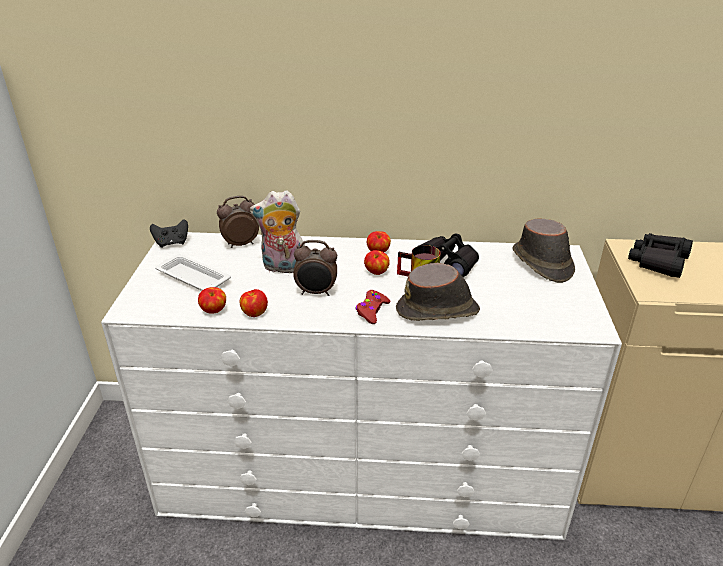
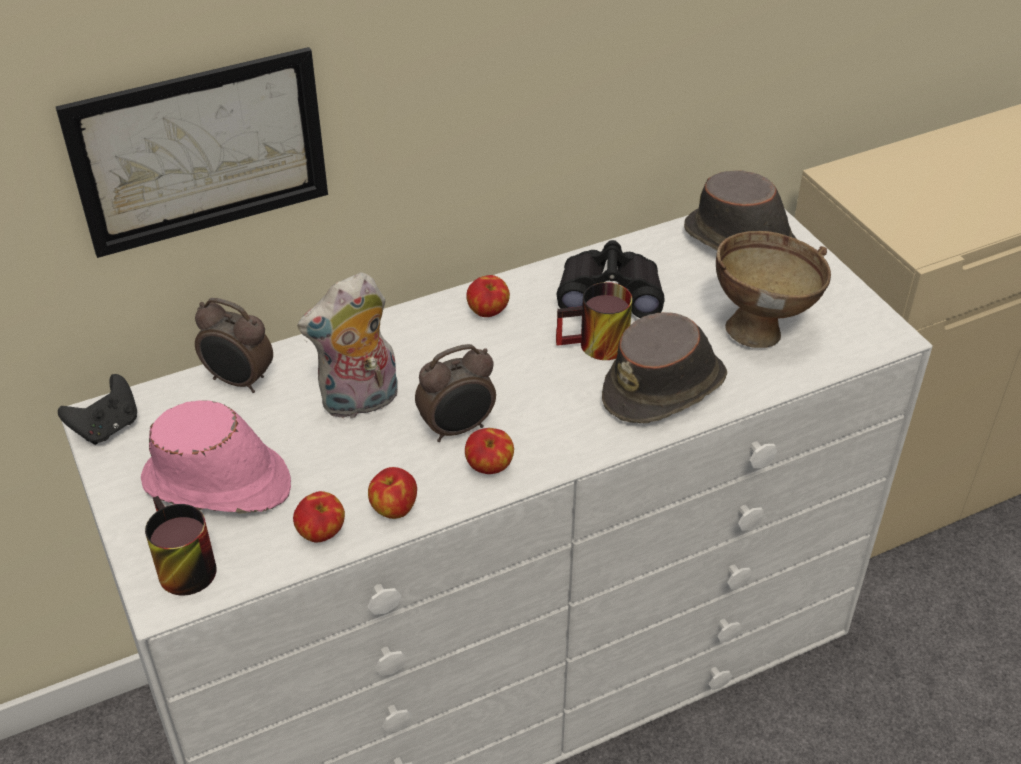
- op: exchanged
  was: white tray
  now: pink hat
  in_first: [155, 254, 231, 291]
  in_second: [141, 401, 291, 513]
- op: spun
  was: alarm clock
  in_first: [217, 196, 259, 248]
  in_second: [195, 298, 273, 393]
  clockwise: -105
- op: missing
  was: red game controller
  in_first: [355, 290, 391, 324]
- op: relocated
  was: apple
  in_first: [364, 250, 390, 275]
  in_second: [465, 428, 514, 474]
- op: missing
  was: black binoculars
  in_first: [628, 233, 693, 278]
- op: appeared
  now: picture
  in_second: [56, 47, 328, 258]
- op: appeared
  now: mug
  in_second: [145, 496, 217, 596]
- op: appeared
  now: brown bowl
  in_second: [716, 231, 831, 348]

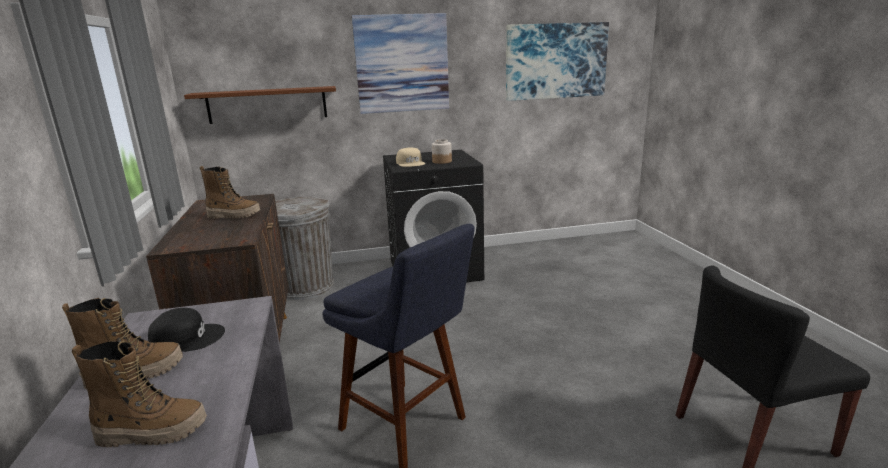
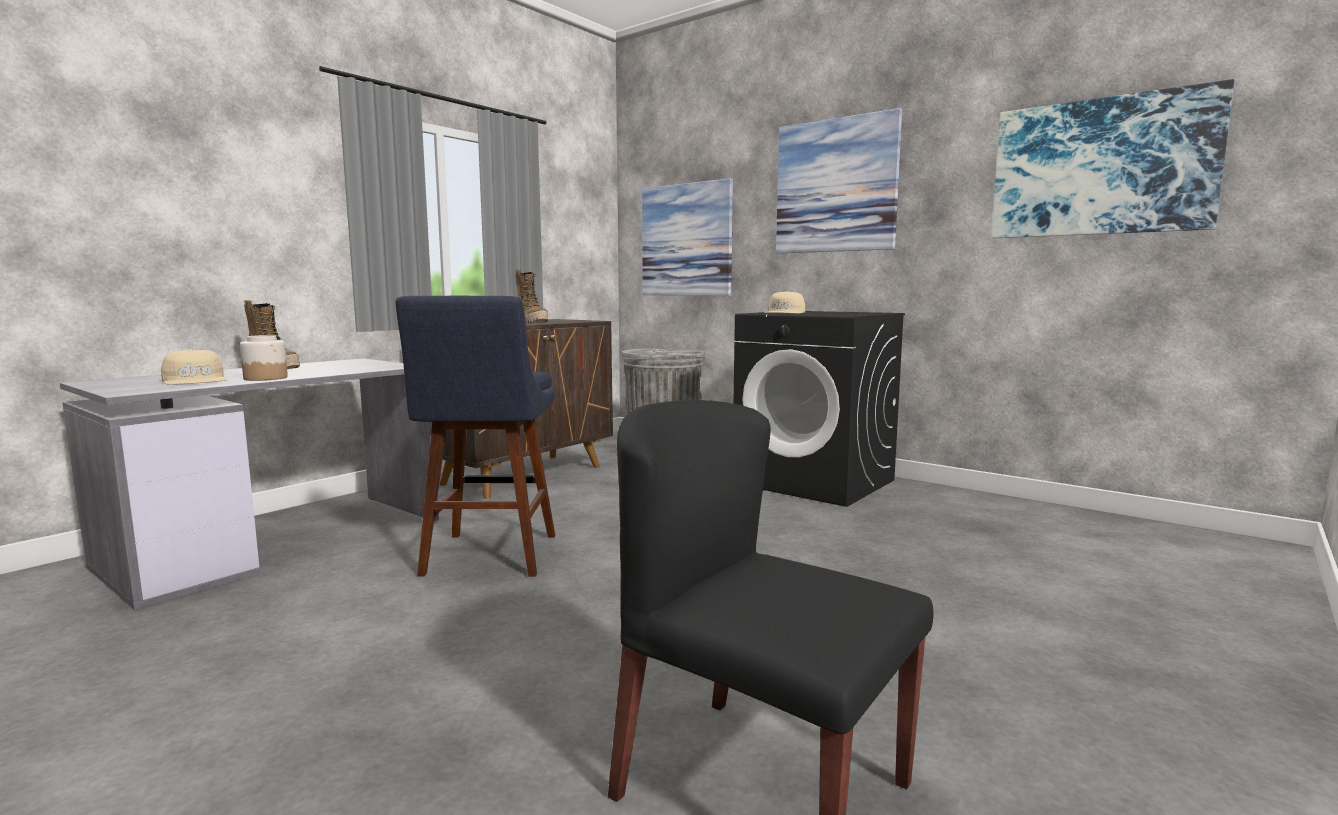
- op: exchanged
  was: boot
  now: beige cap
  in_first: [72, 340, 207, 447]
  in_second: [161, 349, 228, 385]
- op: missing
  was: black cap
  in_first: [148, 308, 225, 352]
- op: exchanged
  was: brown shelf
  now: picture
  in_first: [184, 86, 336, 124]
  in_second: [642, 178, 733, 296]
- op: relocated
  was: jar
  in_first: [432, 139, 452, 164]
  in_second: [240, 335, 288, 381]

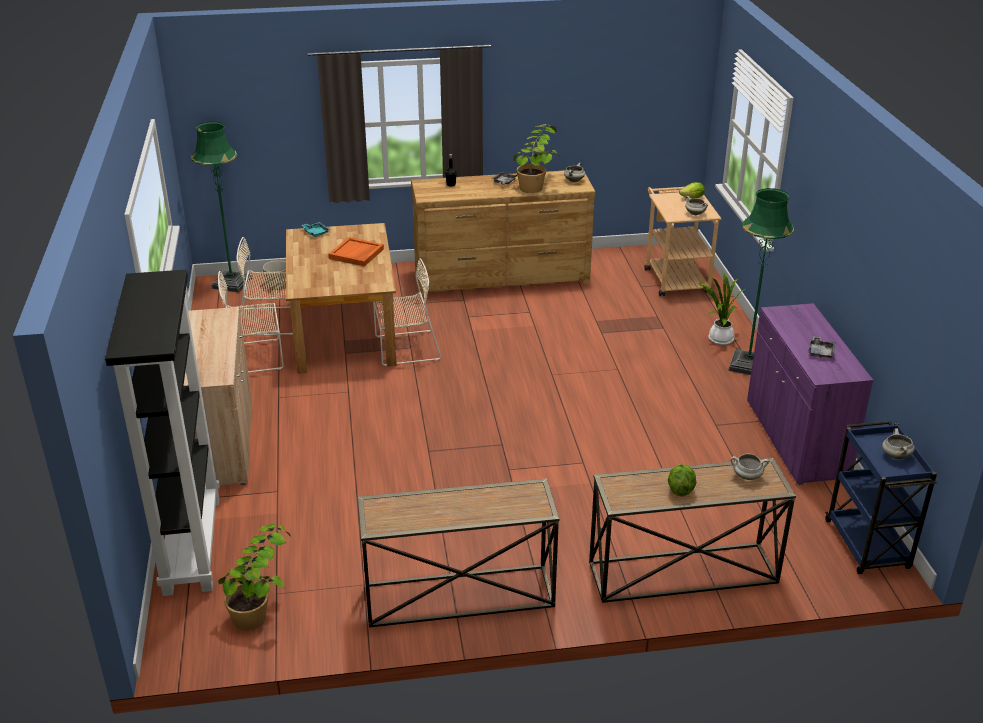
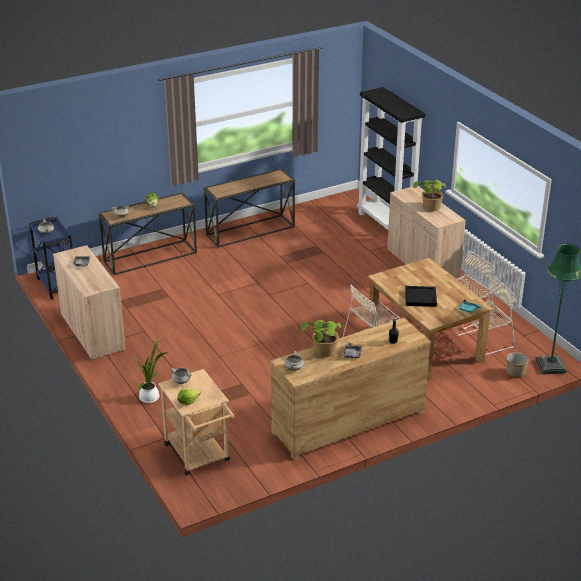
- op: relocated
  was: potted plant
  in_first: [218, 524, 291, 631]
  in_second: [413, 180, 446, 211]
- op: colour
  was: orange tray
  now: black tray
  in_first: [328, 237, 384, 267]
  in_second: [405, 286, 437, 307]
- op: missing
  was: green floor lamp
  in_first: [729, 188, 794, 375]
- op: colour
  was: purple cabinet
  now: beige cabinet
  in_first: [747, 303, 873, 485]
  in_second: [53, 245, 126, 360]

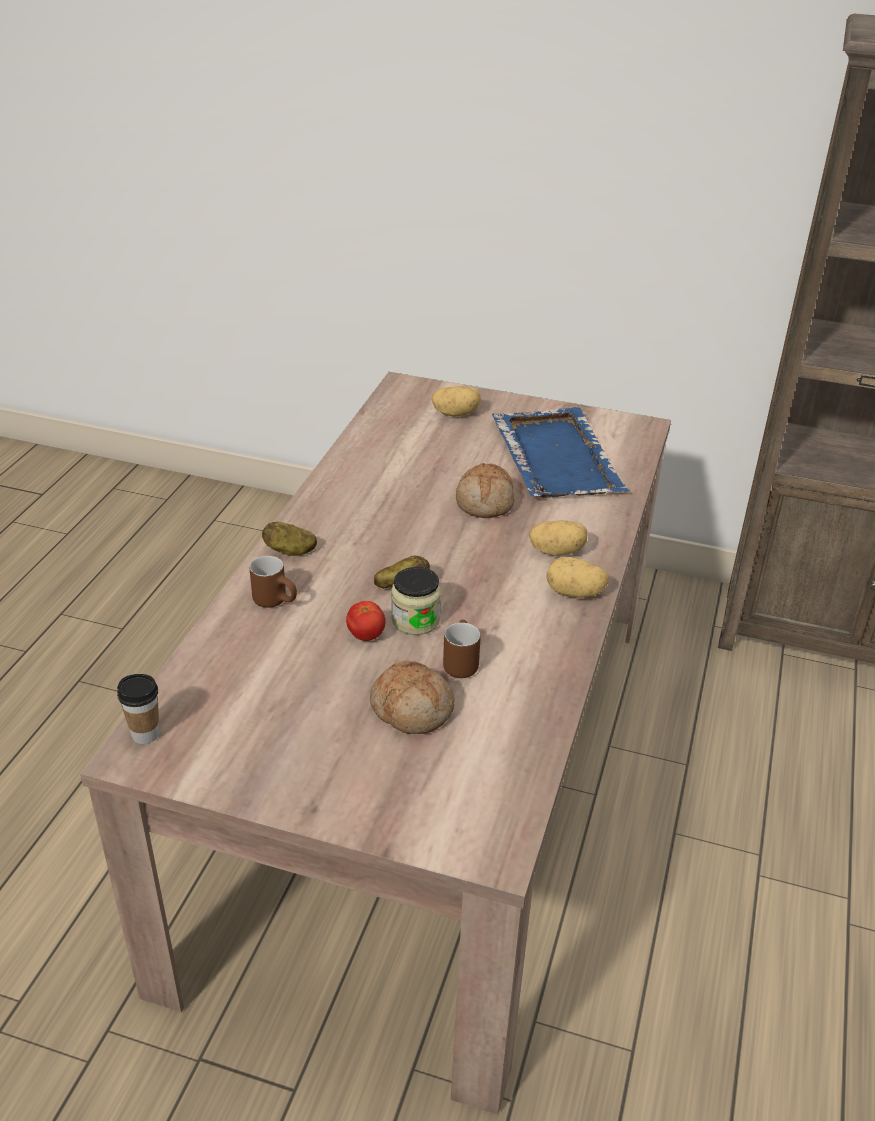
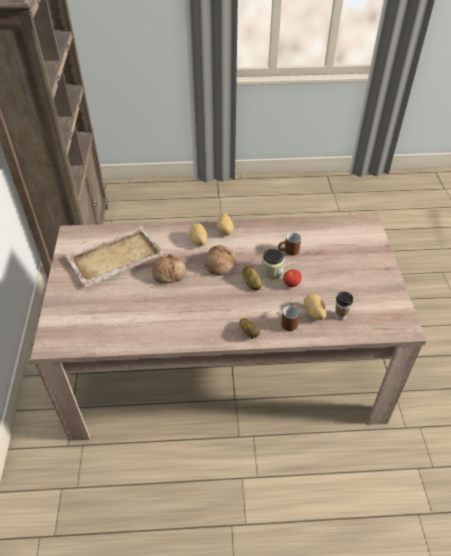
- op: relocated
  was: cup
  in_first: [117, 674, 159, 744]
  in_second: [335, 292, 353, 320]
- op: relocated
  was: bread
  in_first: [370, 661, 455, 734]
  in_second: [204, 245, 236, 276]
- op: relocated
  was: potato
  in_first: [432, 386, 481, 417]
  in_second: [304, 294, 326, 320]
- op: colour
  was: blue tray
  now: beige tray
  in_first: [492, 407, 629, 498]
  in_second: [65, 226, 164, 287]

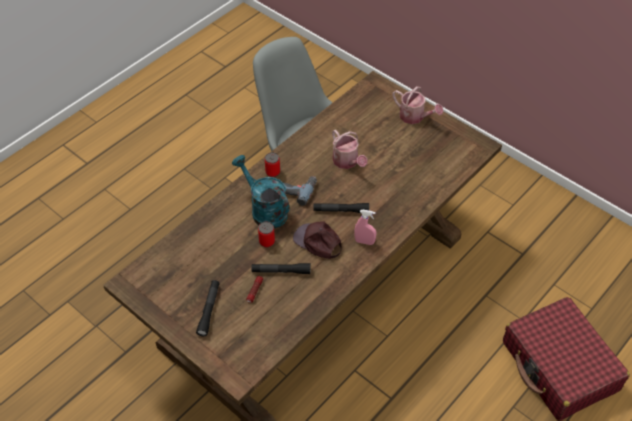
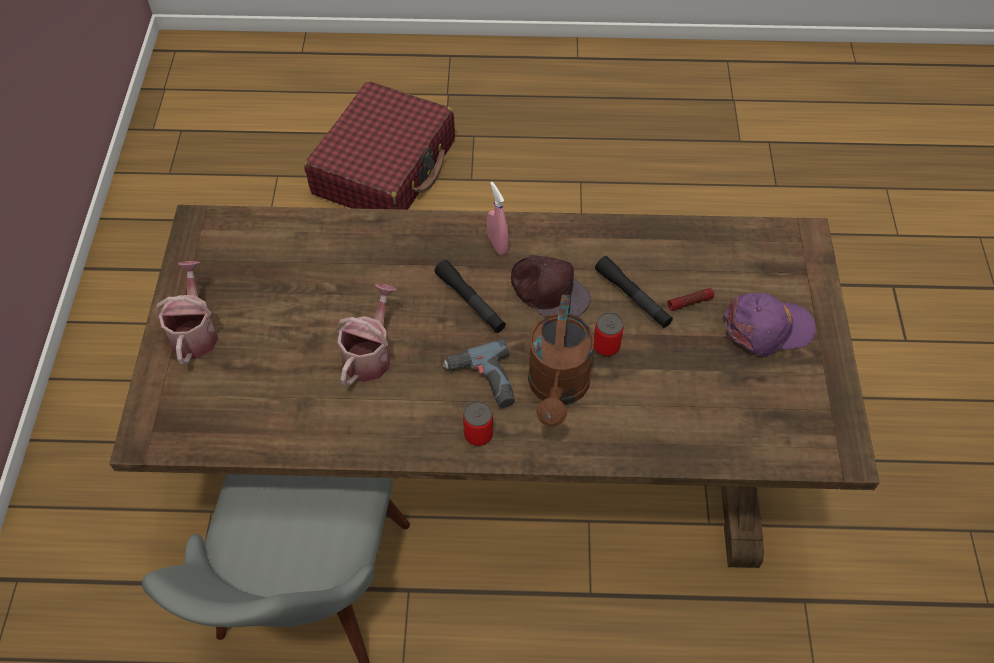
- op: exchanged
  was: black flashlight
  now: purple cap
  in_first: [196, 280, 220, 336]
  in_second: [723, 293, 816, 356]
- op: colour
  was: turquoise watering can
  now: brown watering can
  in_first: [232, 155, 290, 228]
  in_second: [528, 294, 594, 427]
- op: spun
  was: brown cap
  in_first: [293, 221, 342, 259]
  in_second: [511, 255, 591, 317]
  clockwise: -45

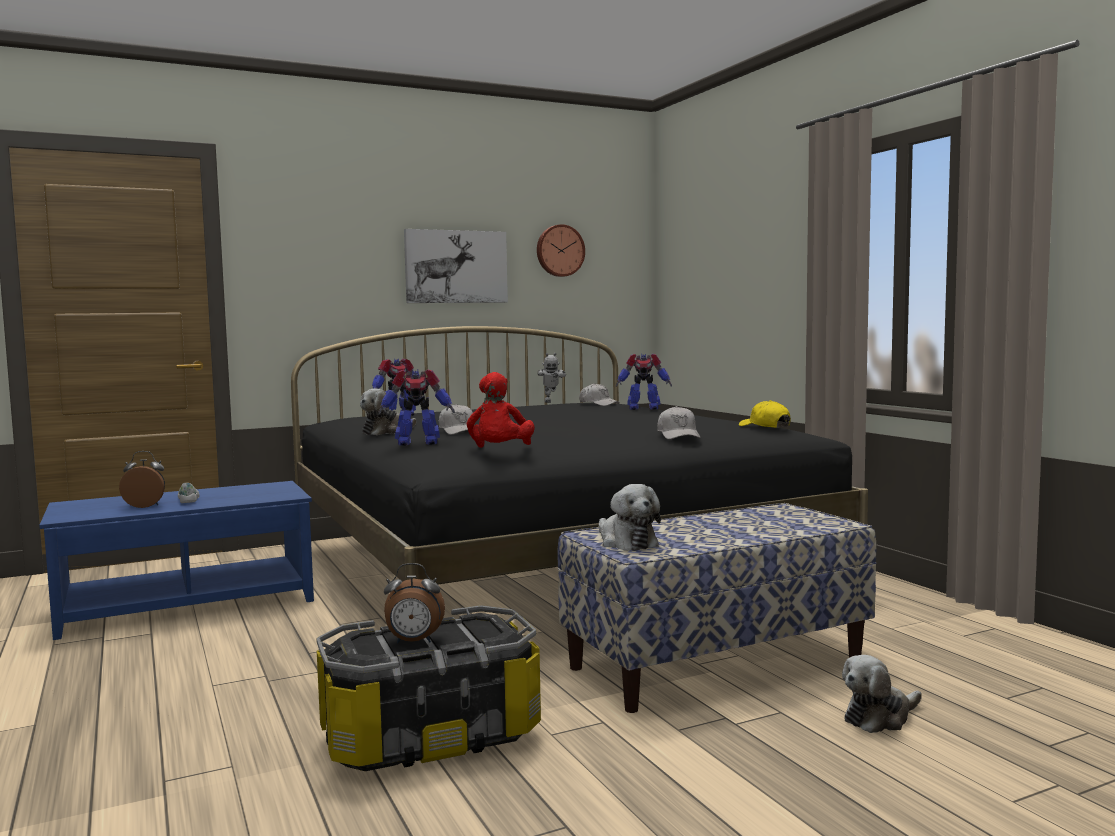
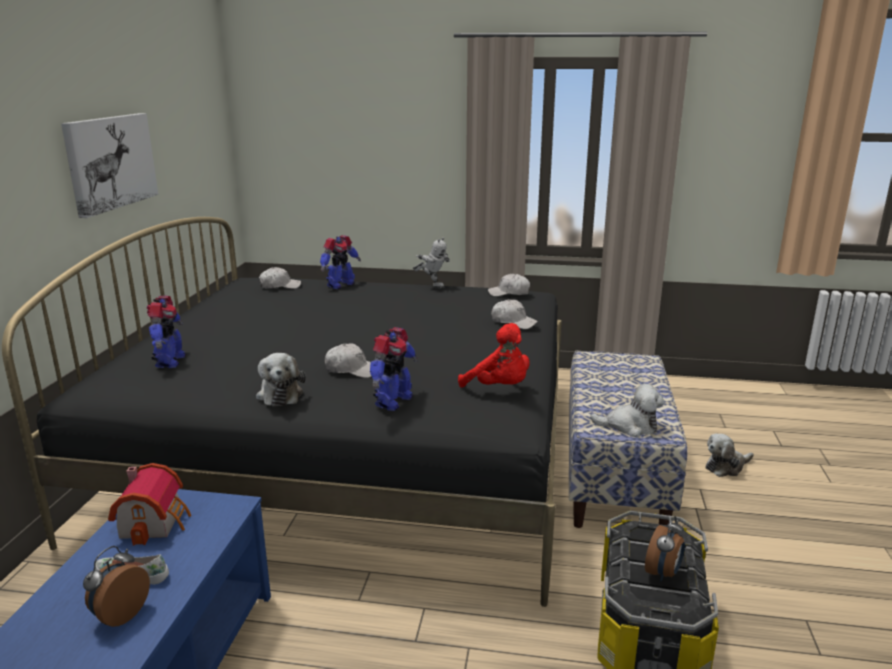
- op: missing
  was: wall clock
  in_first: [537, 224, 585, 277]
- op: relocated
  was: toy robot
  in_first: [537, 353, 566, 403]
  in_second: [413, 237, 450, 288]
- op: colour
  was: yellow cap
  now: white cap
  in_first: [739, 400, 791, 428]
  in_second: [488, 273, 530, 296]
- op: spun
  was: plush toy
  in_first: [842, 655, 922, 733]
  in_second: [705, 433, 753, 477]
  clockwise: 60
- op: appeared
  now: toy house
  in_second: [108, 463, 191, 546]

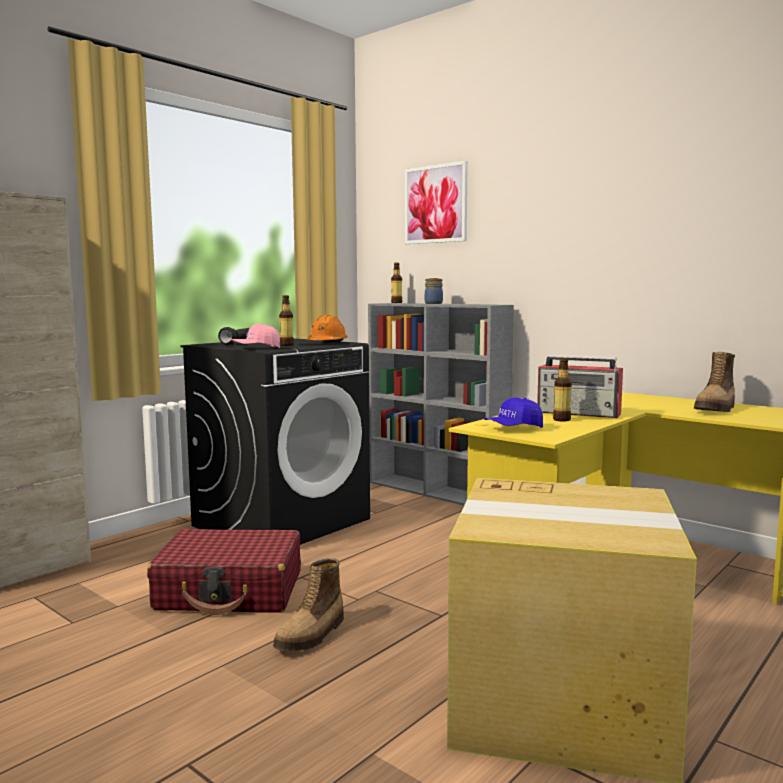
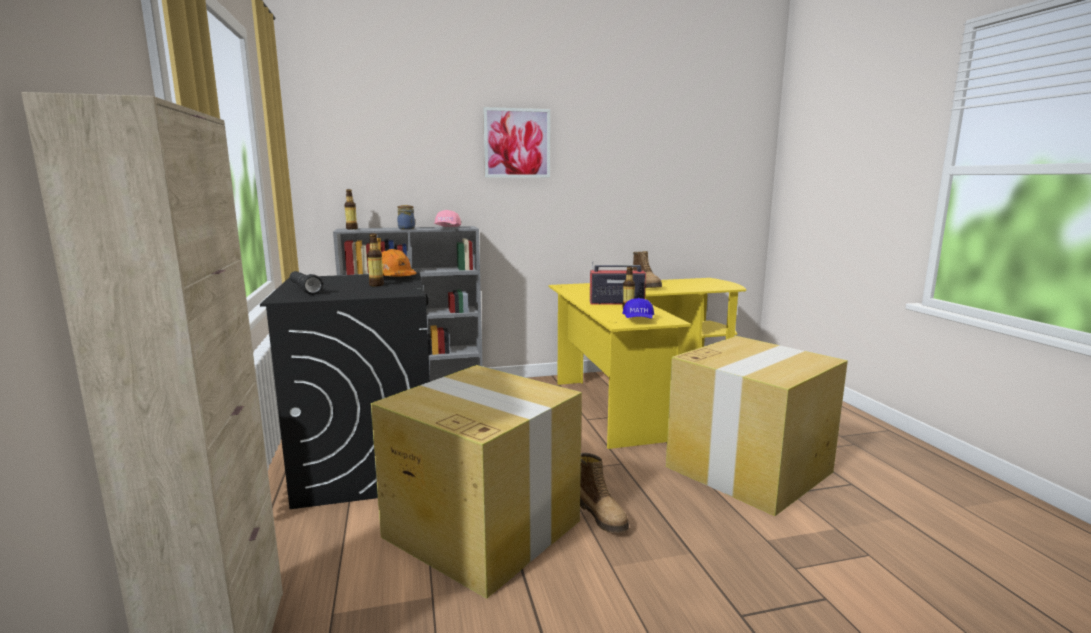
- op: exchanged
  was: red suitcase
  now: cardboard box
  in_first: [147, 529, 301, 615]
  in_second: [371, 365, 582, 599]
- op: relocated
  was: pink cap
  in_first: [231, 324, 280, 348]
  in_second: [434, 210, 461, 227]
- op: relocated
  was: picture
  in_first: [405, 161, 468, 244]
  in_second: [483, 107, 550, 178]
- op: spun
  was: radio
  in_first: [537, 357, 623, 418]
  in_second: [590, 261, 646, 305]
  clockwise: -150

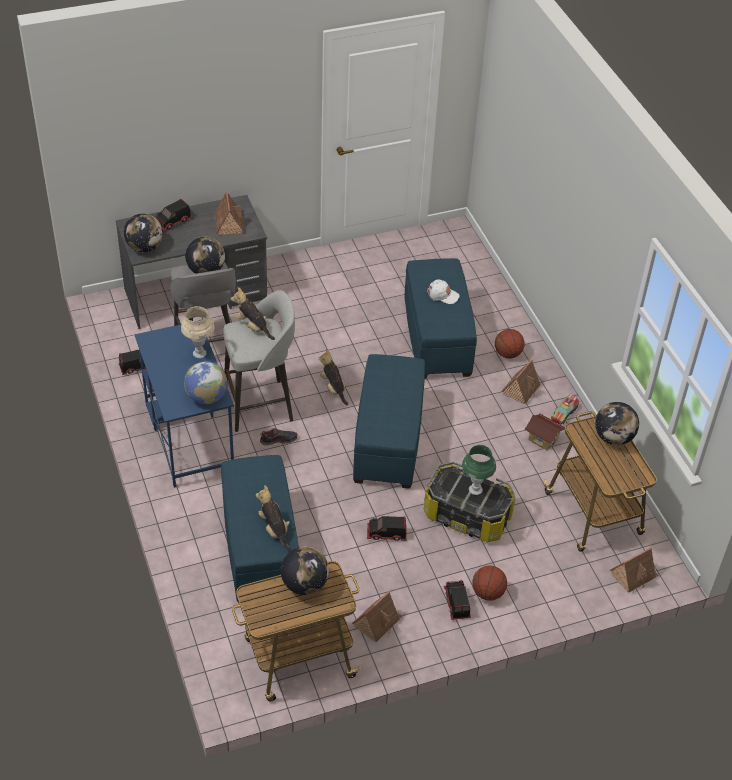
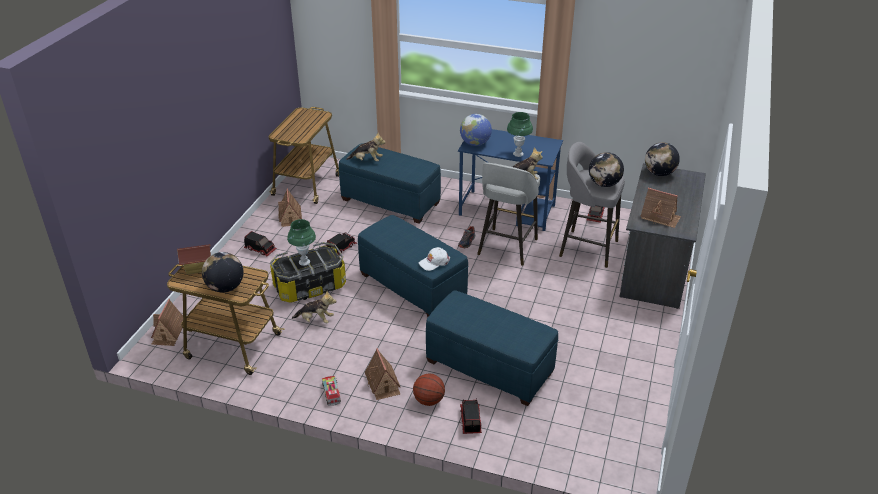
- op: relocated
  was: toy truck
  in_first: [155, 199, 192, 231]
  in_second: [460, 399, 482, 434]
- op: colour
  was: beige table lamp
  now: green table lamp
  in_first: [181, 306, 214, 358]
  in_second: [507, 112, 533, 157]
- op: missing
  was: globe
  in_first: [281, 546, 329, 595]
- op: relocated
  was: plush toy
  in_first: [318, 349, 348, 405]
  in_second: [292, 291, 337, 323]
- op: relocated
  was: white cap
  in_first: [427, 279, 459, 304]
  in_second: [419, 247, 450, 271]
- op: missing
  was: basketball
  in_first: [472, 566, 507, 601]
- op: relocated
  was: toy house
  in_first: [524, 413, 565, 451]
  in_second: [177, 244, 211, 275]

